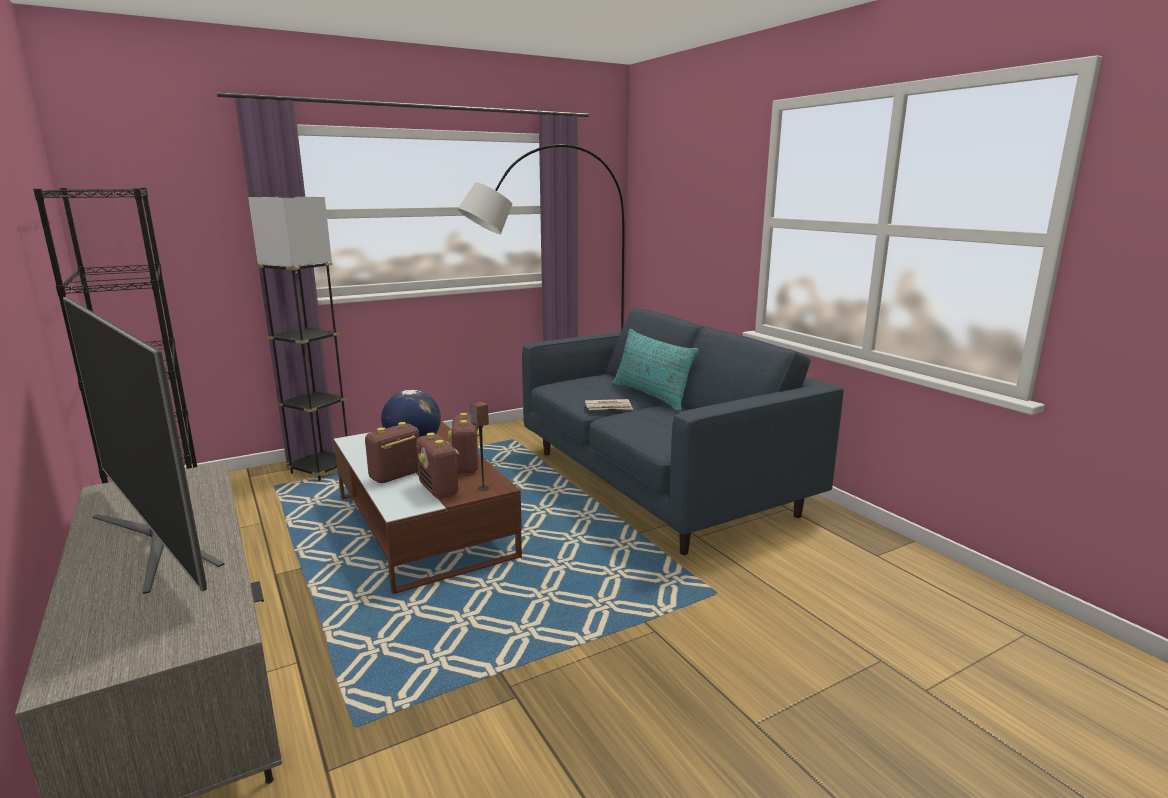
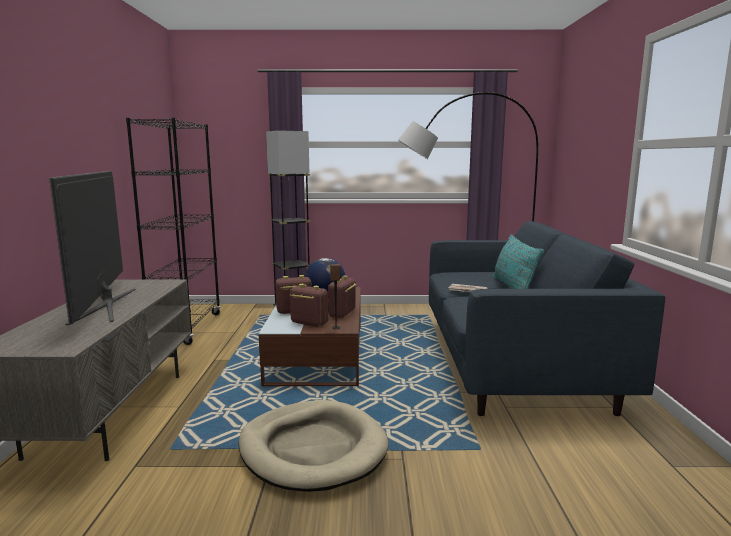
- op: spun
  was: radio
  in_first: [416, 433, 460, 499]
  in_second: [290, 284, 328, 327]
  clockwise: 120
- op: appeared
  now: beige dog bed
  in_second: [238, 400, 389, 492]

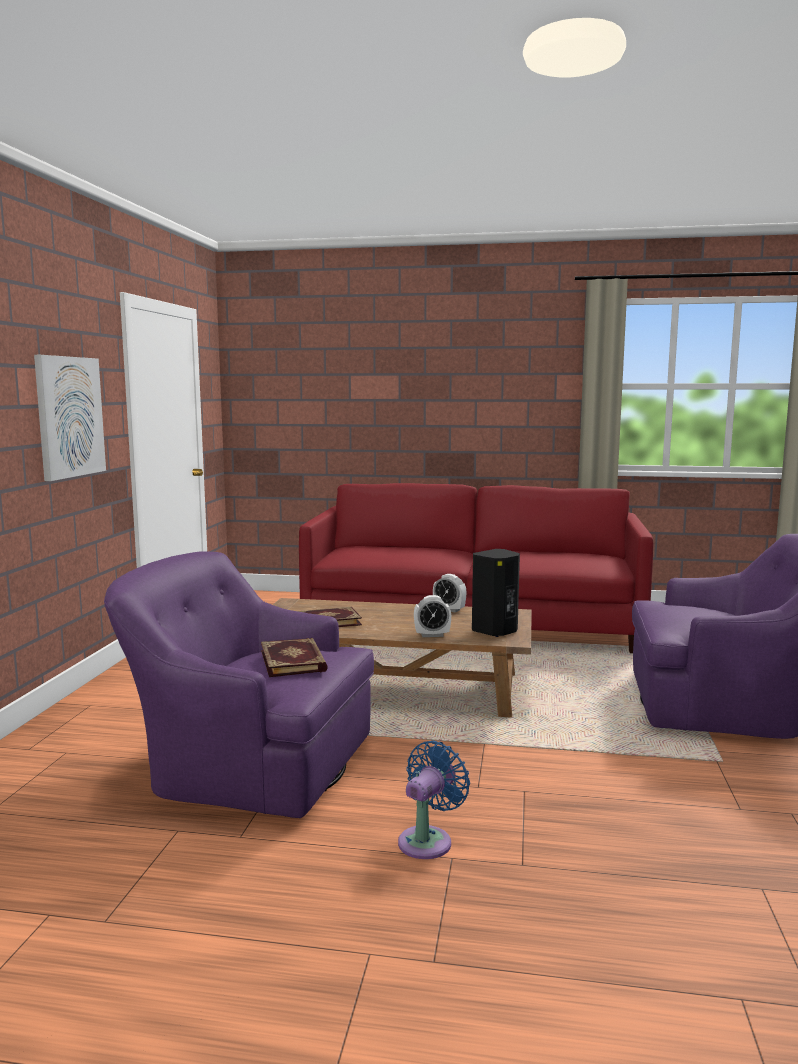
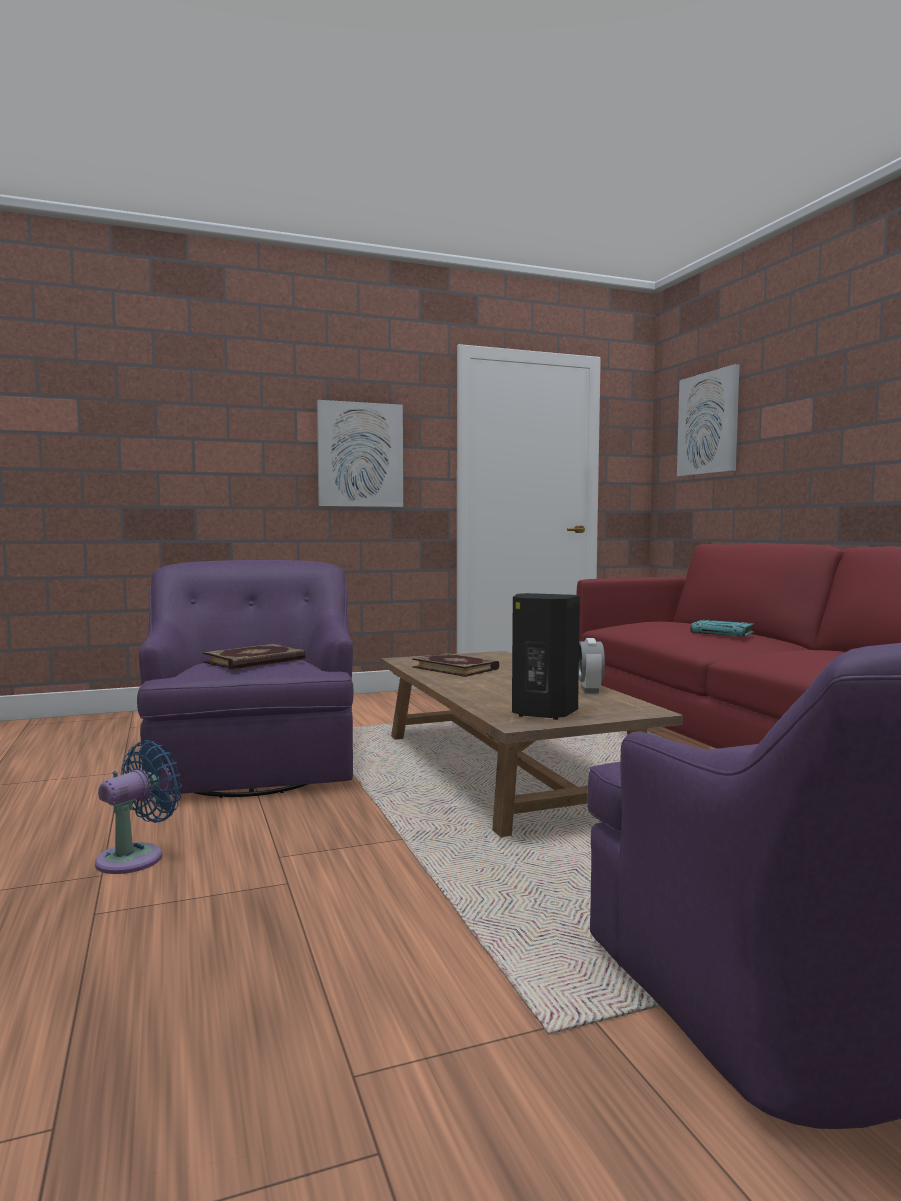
- op: spun
  was: blue fan
  in_first: [398, 741, 470, 859]
  in_second: [95, 740, 182, 874]
  clockwise: -60
- op: missing
  was: alarm clock
  in_first: [414, 595, 451, 637]
- op: appeared
  now: picture
  in_second: [677, 364, 740, 476]
- op: appeared
  now: turquoise book
  in_second: [691, 620, 754, 637]

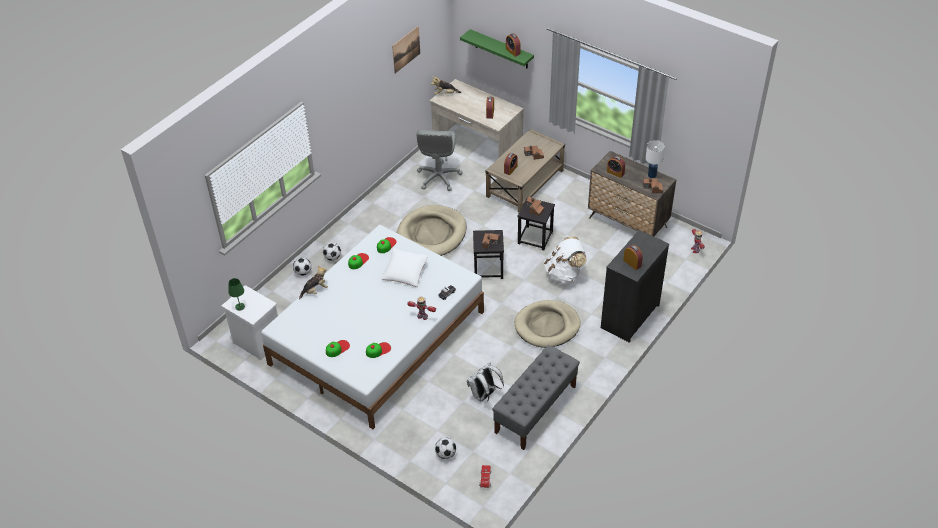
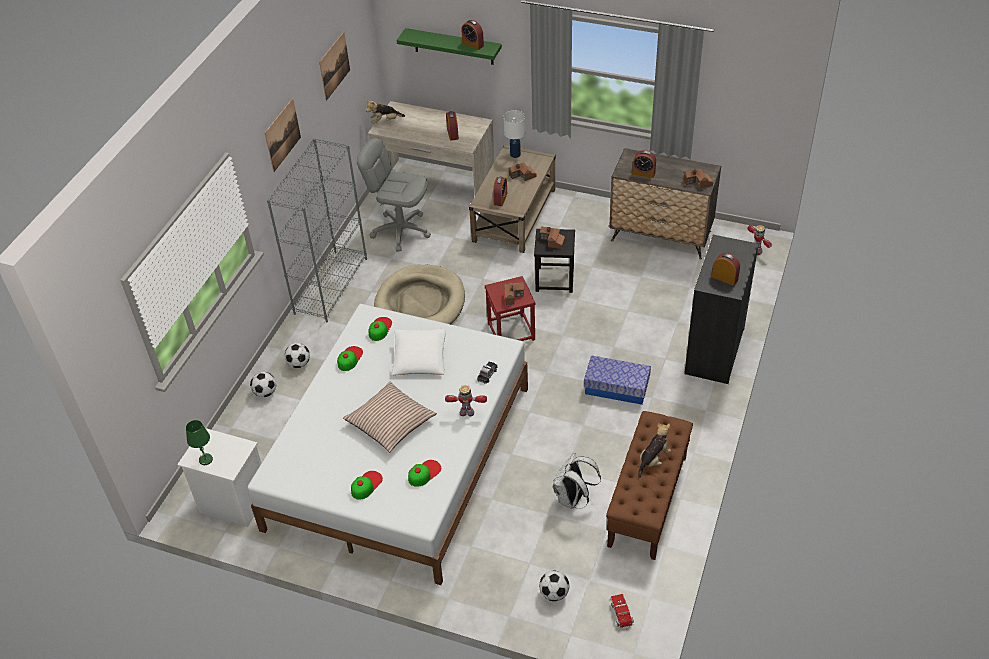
- op: relocated
  was: plush toy
  in_first: [299, 265, 328, 299]
  in_second: [638, 423, 671, 478]
- op: spun
  was: grey office chair
  in_first: [416, 130, 463, 191]
  in_second: [357, 138, 431, 252]
  clockwise: 120
- op: colour
  was: black stool
  now: red stool
  in_first: [473, 230, 504, 279]
  in_second: [485, 276, 535, 341]
- op: colour
  was: grey bench
  now: brown bench
  in_first: [492, 345, 580, 450]
  in_second: [606, 411, 693, 560]
- op: exchanged
  was: beige dog bed
  now: storage box
  in_first: [515, 300, 581, 348]
  in_second: [584, 355, 651, 405]
- op: missing
  was: white backpack
  in_first: [544, 237, 587, 285]
- op: relocated
  was: white table lamp
  in_first: [646, 140, 665, 178]
  in_second: [504, 110, 525, 158]
- op: appeared
  now: picture
  in_second: [265, 98, 301, 172]
- op: appeared
  now: grey bookcase
  in_second: [267, 138, 367, 322]
- op: appeared
  now: pillow
  in_second: [343, 382, 437, 452]

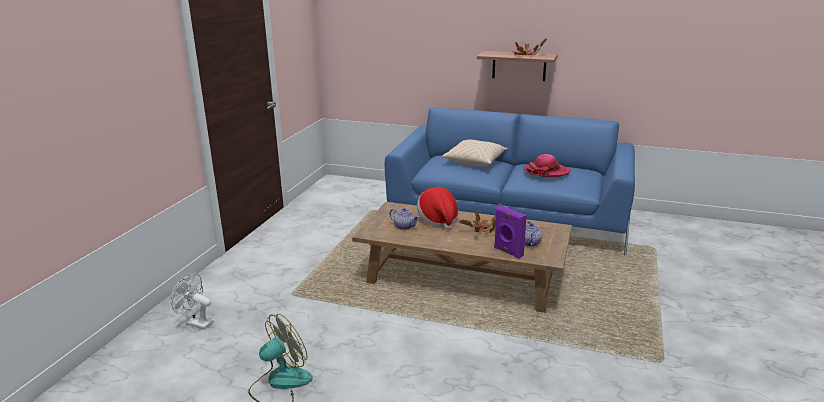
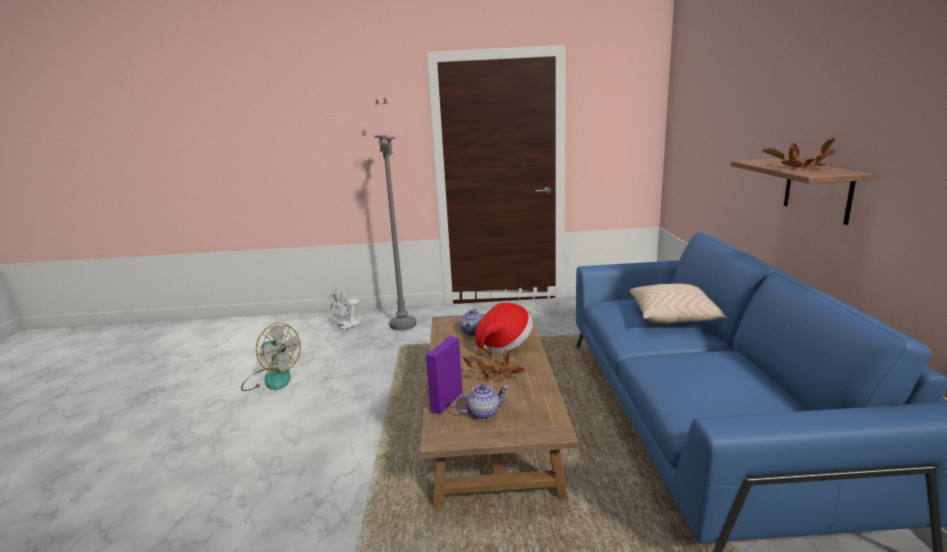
- op: spun
  was: white fan
  in_first: [171, 274, 214, 330]
  in_second: [329, 288, 360, 330]
  clockwise: -135
- op: missing
  was: hat
  in_first: [524, 154, 570, 177]
- op: appeared
  now: grey floor lamp
  in_second: [375, 98, 416, 331]

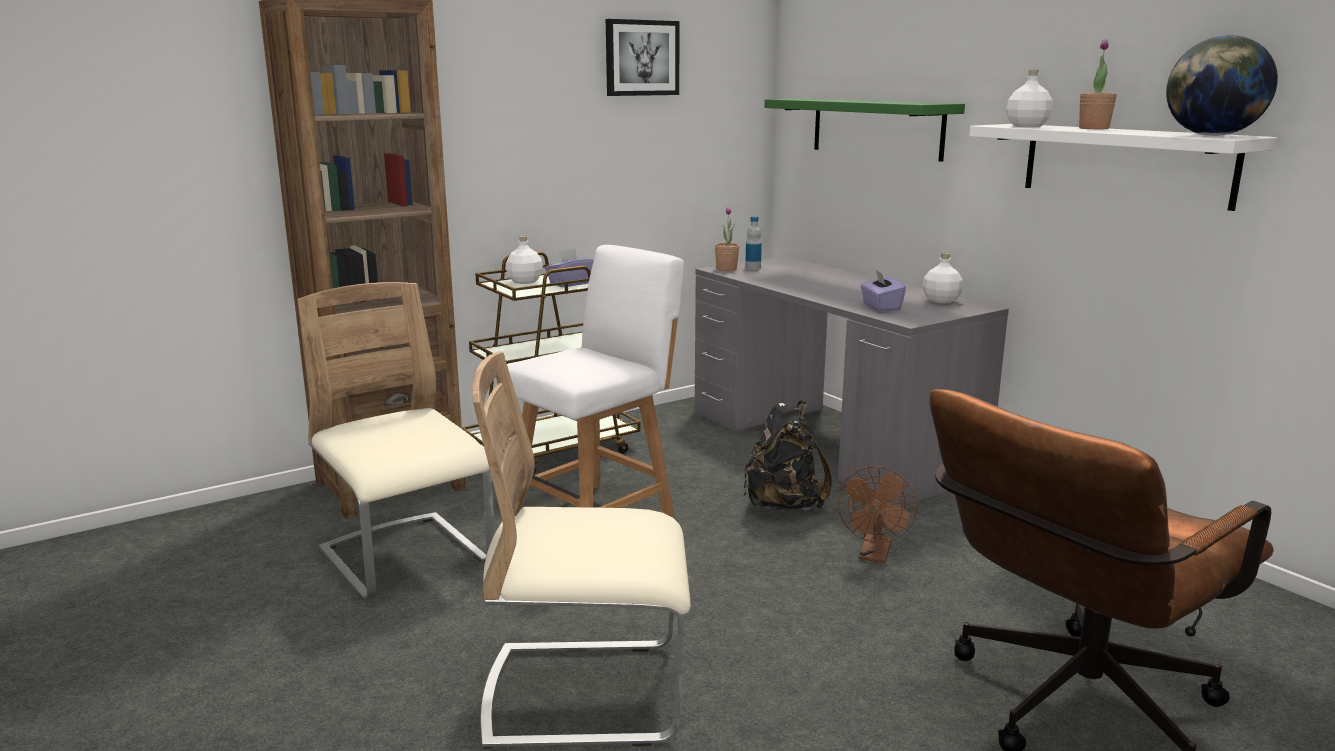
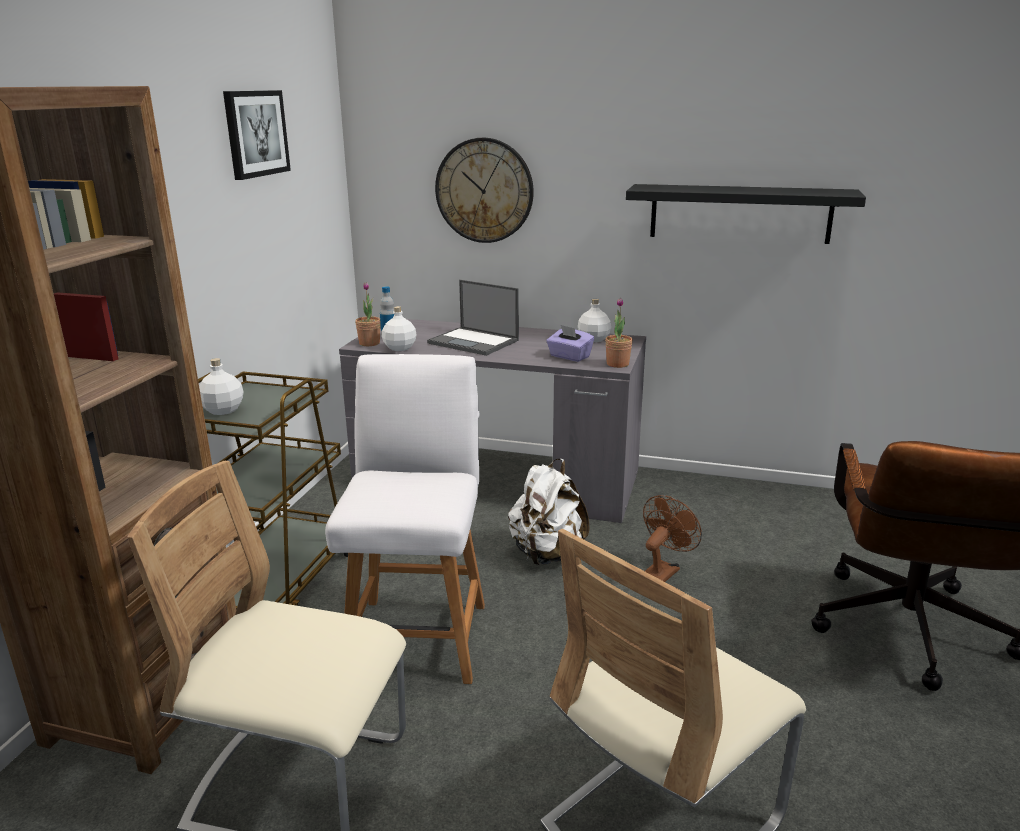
- op: missing
  was: purple tissue box
  in_first: [545, 248, 594, 287]
- op: colour
  was: black backpack
  now: white backpack
  in_first: [743, 400, 832, 510]
  in_second: [508, 459, 589, 565]
- op: exchanged
  was: green shelf
  now: wall clock
  in_first: [764, 98, 965, 162]
  in_second: [435, 138, 534, 243]
- op: spun
  was: brown fan
  in_first: [838, 466, 917, 563]
  in_second: [643, 495, 702, 582]
  clockwise: -120
- op: colour
  was: white shelf
  now: black shelf
  in_first: [969, 124, 1277, 211]
  in_second: [626, 184, 866, 244]
- op: relocated
  was: white bottle
  in_first: [1006, 70, 1053, 127]
  in_second: [382, 306, 417, 351]
- op: relocated
  was: potted plant
  in_first: [1079, 39, 1117, 129]
  in_second: [605, 298, 633, 368]
- op: missing
  was: globe
  in_first: [1166, 35, 1278, 136]
- op: appeared
  now: laptop
  in_second: [427, 280, 519, 356]

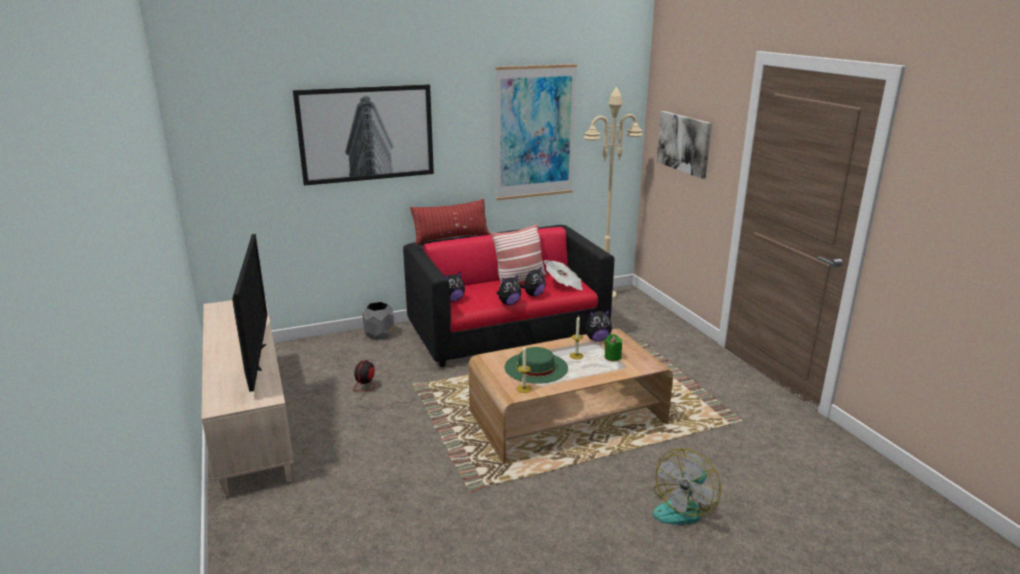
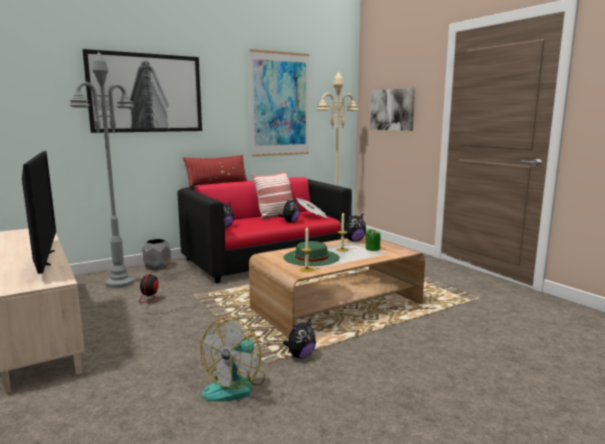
- op: relocated
  was: plush toy
  in_first: [497, 275, 521, 305]
  in_second: [283, 319, 316, 359]
- op: relocated
  was: fan
  in_first: [653, 448, 721, 525]
  in_second: [200, 317, 265, 402]
- op: appeared
  now: grey floor lamp
  in_second: [69, 52, 134, 288]

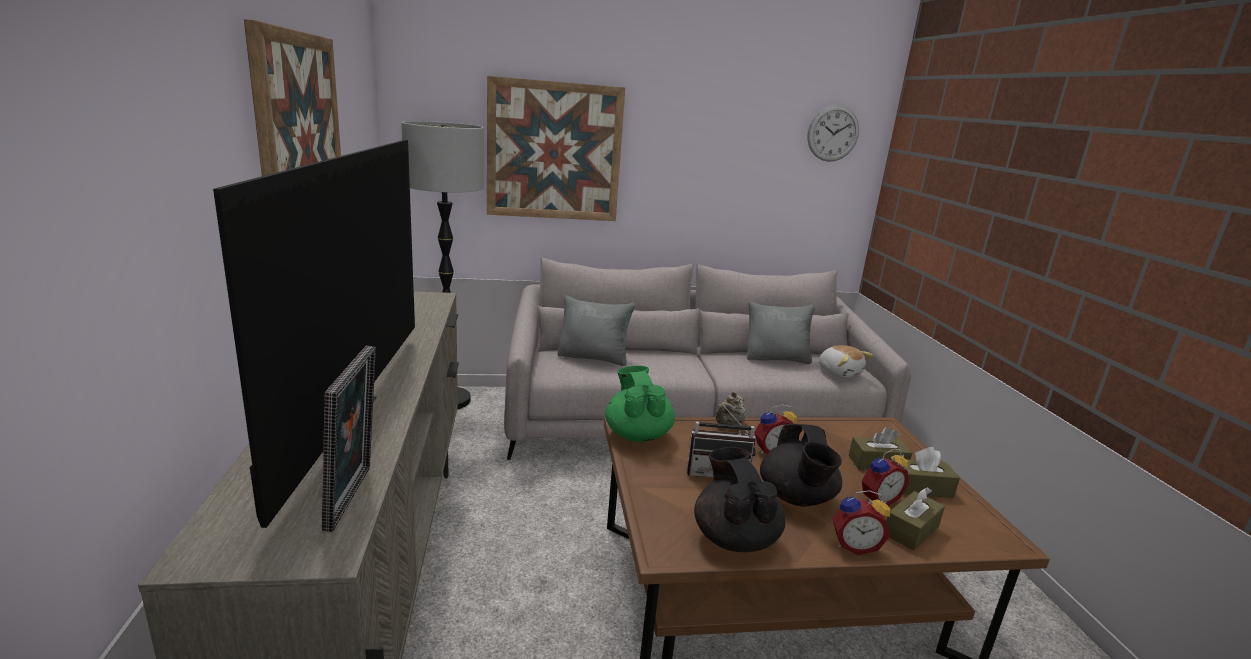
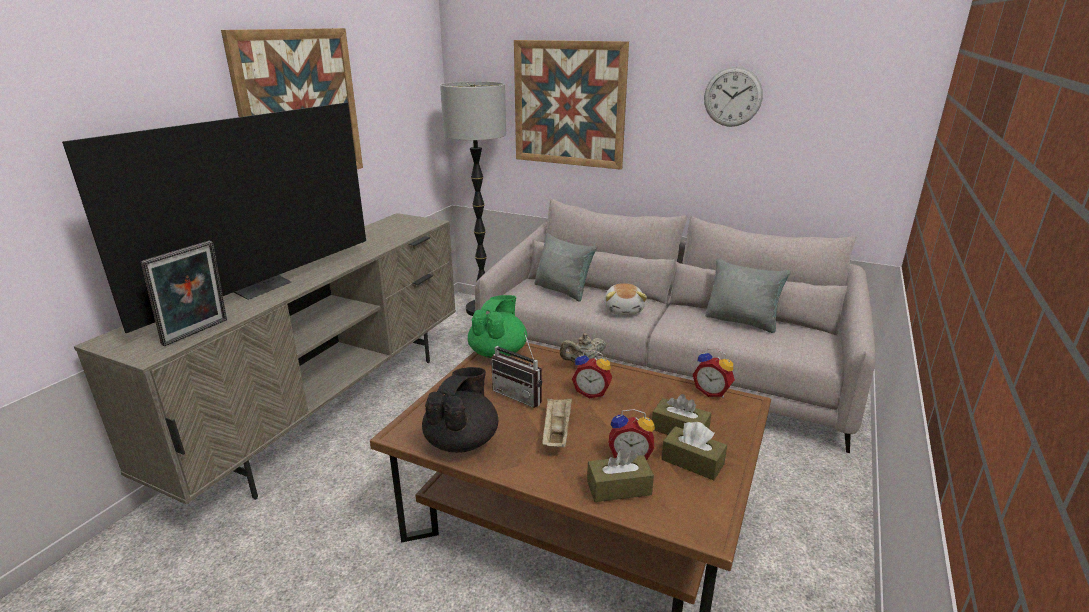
- op: exchanged
  was: black teapot
  now: beige tray
  in_first: [760, 424, 842, 506]
  in_second: [542, 398, 572, 447]
- op: relocated
  was: wall clock
  in_first: [807, 105, 859, 162]
  in_second: [704, 67, 763, 127]
- op: relocated
  was: plush toy
  in_first: [819, 345, 873, 378]
  in_second: [604, 283, 647, 315]
- op: relocated
  was: alarm clock
  in_first: [832, 490, 890, 555]
  in_second: [692, 348, 735, 398]

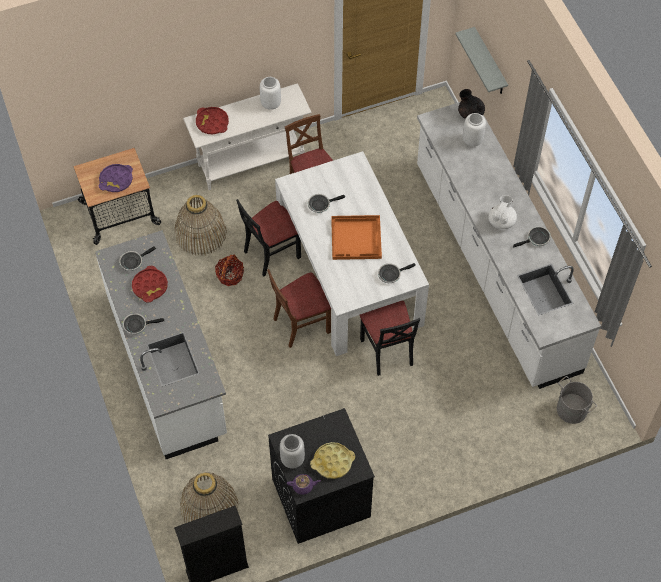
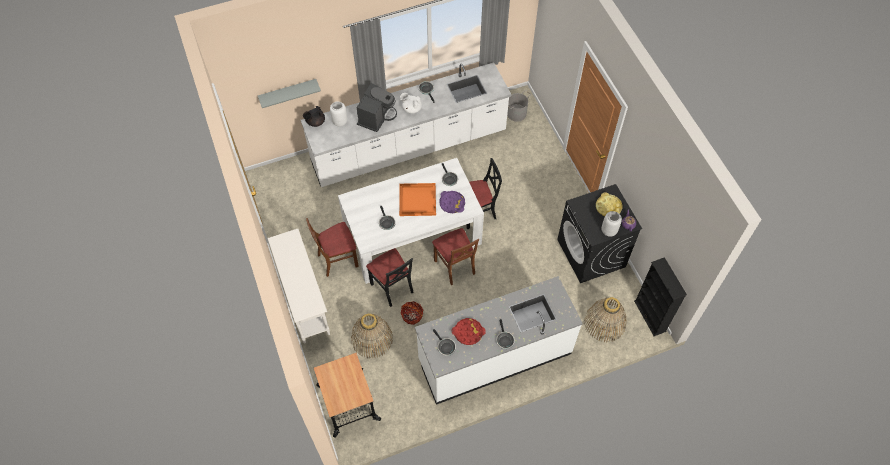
- op: relocated
  was: purple tray
  in_first: [99, 164, 133, 192]
  in_second: [439, 191, 465, 213]
- op: missing
  was: red tray
  in_first: [196, 107, 229, 134]
- op: missing
  was: white vase
  in_first: [260, 77, 281, 110]
- op: appeared
  now: coffee machine
  in_second: [357, 83, 397, 132]

